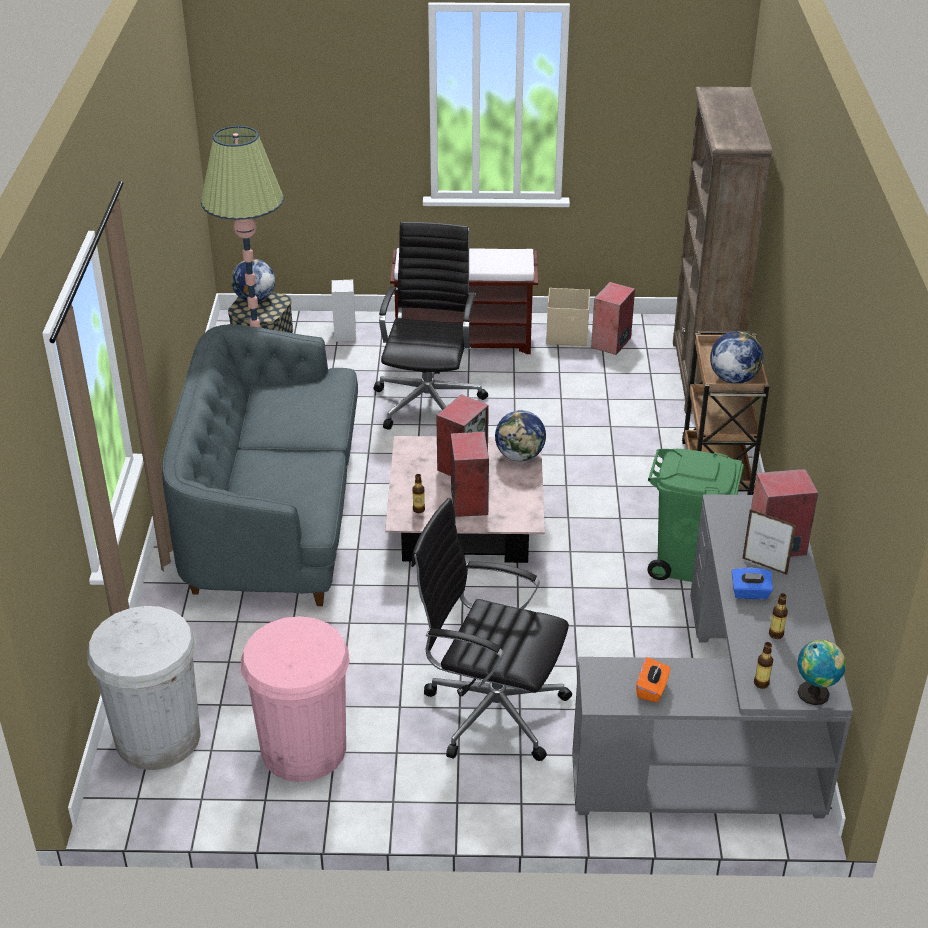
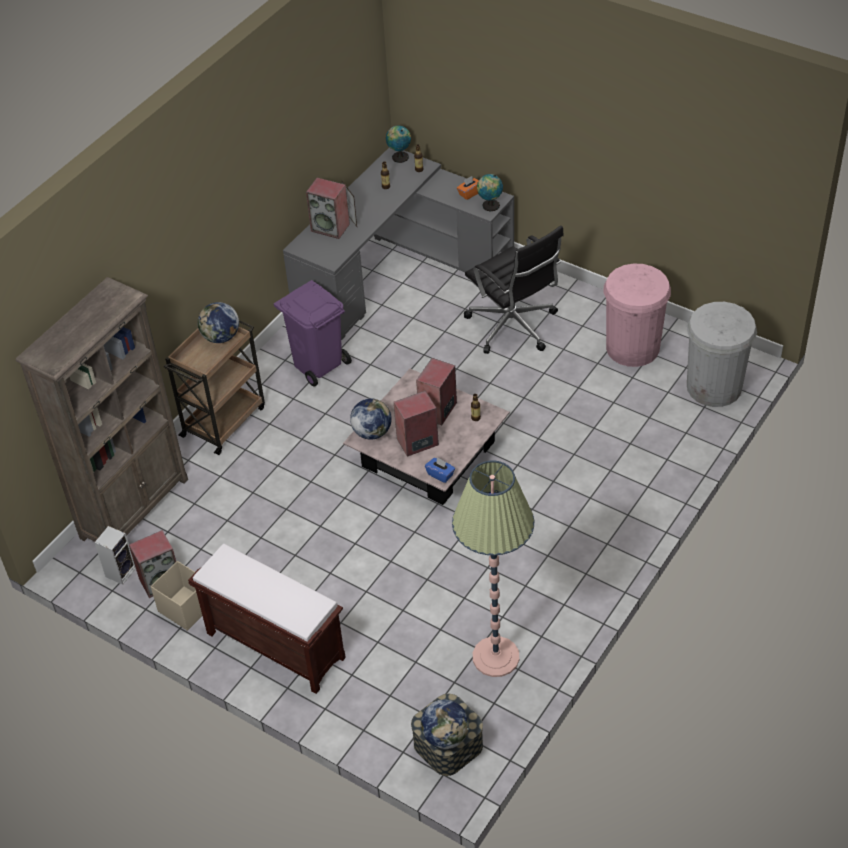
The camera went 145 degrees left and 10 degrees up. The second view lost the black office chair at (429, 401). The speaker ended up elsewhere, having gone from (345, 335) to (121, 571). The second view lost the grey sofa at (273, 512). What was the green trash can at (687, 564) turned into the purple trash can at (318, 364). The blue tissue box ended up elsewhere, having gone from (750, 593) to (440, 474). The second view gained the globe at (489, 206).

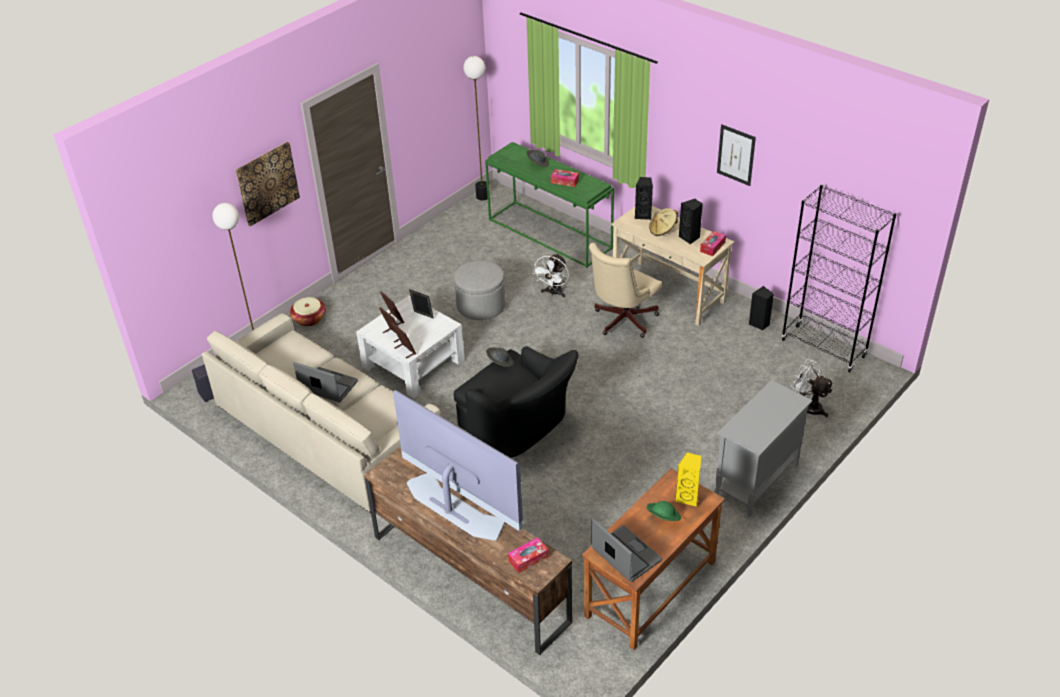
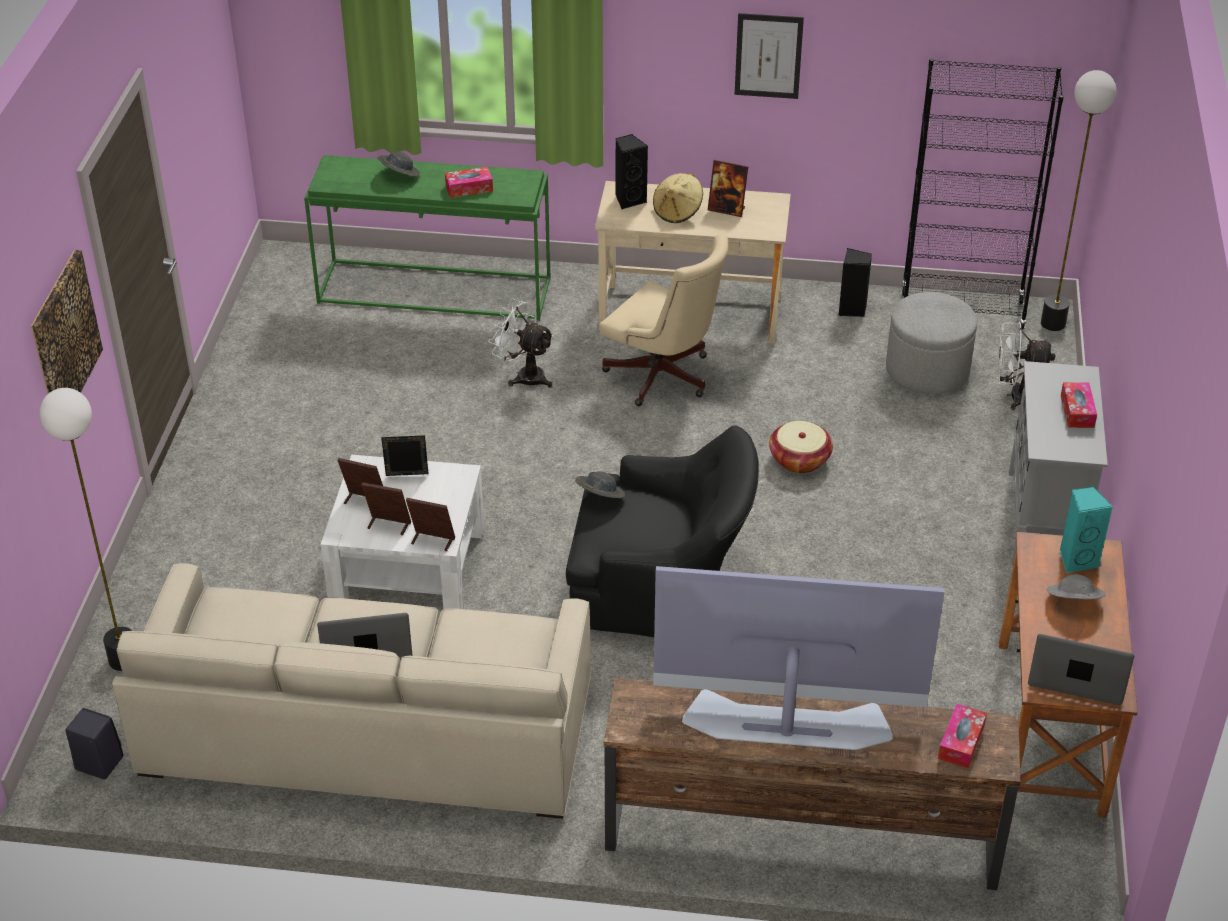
The camera went 35 degrees left and 0 degrees up. The floor lamp ended up elsewhere, having gone from (483, 196) to (1053, 323). Where the black speaker stood at (690, 238), the picture frame came to stand at (727, 209). The tissue box ended up elsewhere, having gone from (712, 247) to (1077, 411). The beige office chair at (622, 321) ended up facing another way, 60 degrees counterclockwise from before. The white fan at (553, 293) ended up facing another way, 135 degrees clockwise from before. The grey ottoman ended up elsewhere, having gone from (481, 306) to (927, 370). The basket ended up elsewhere, having gone from (309, 319) to (799, 459). What was the yellow speaker at (688, 497) turned into the turquoise speaker at (1077, 560). What was the green hat at (663, 517) turned into the grey hat at (1073, 601).

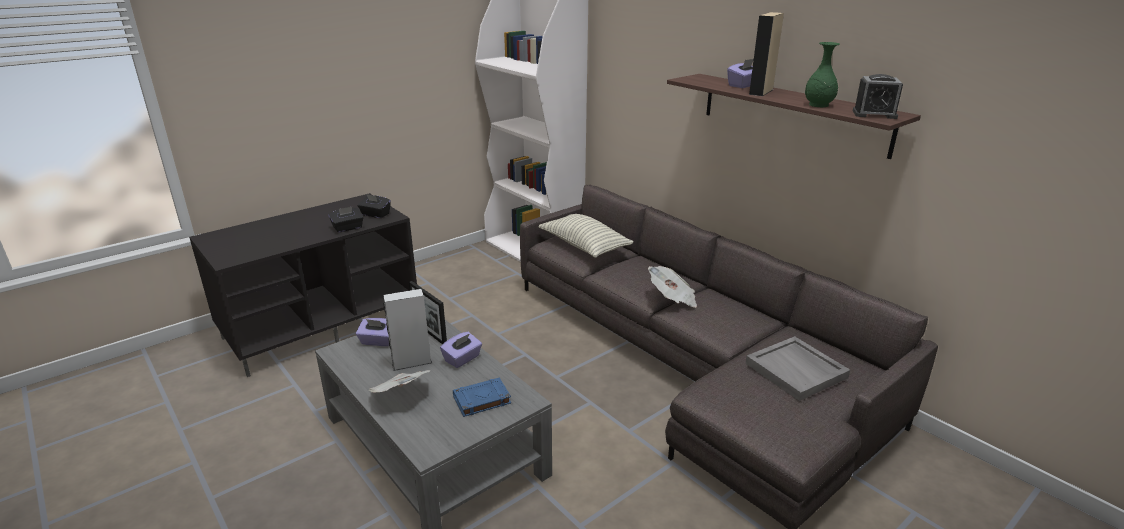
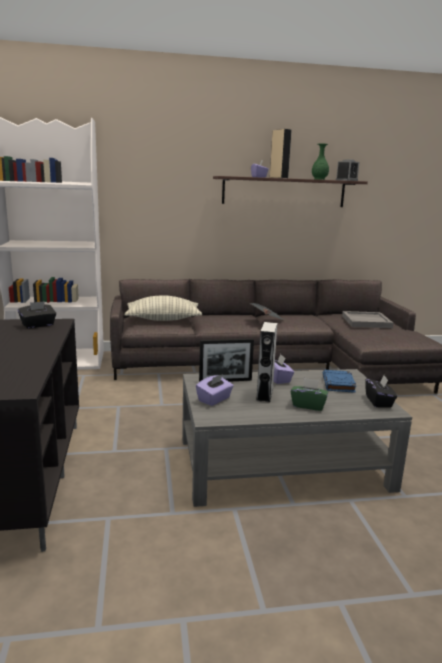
The camera went 60 degrees left and 10 degrees down. The black tissue box ended up elsewhere, having gone from (348, 228) to (379, 402). Where the newspaper stood at (401, 394), the green tissue box came to stand at (308, 405).

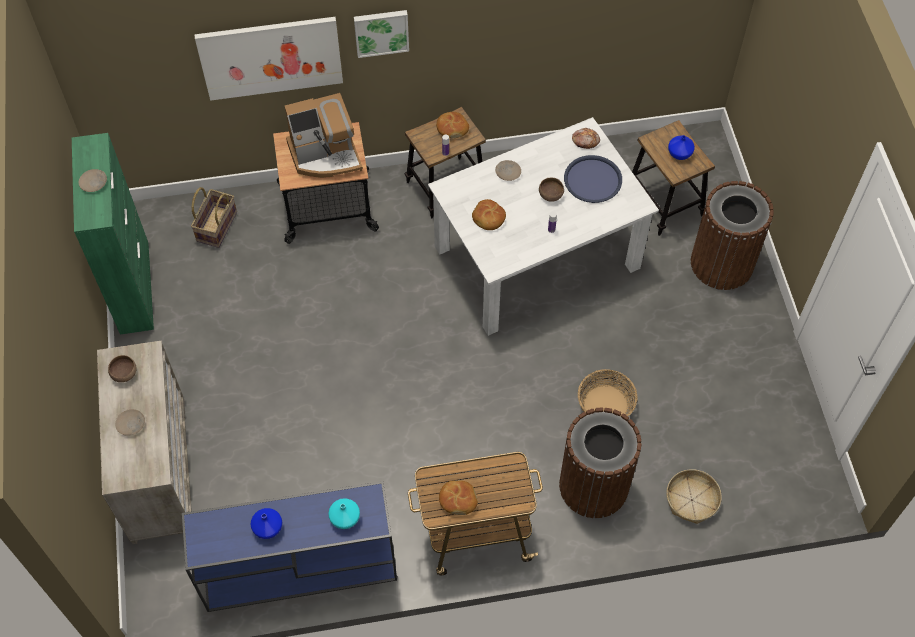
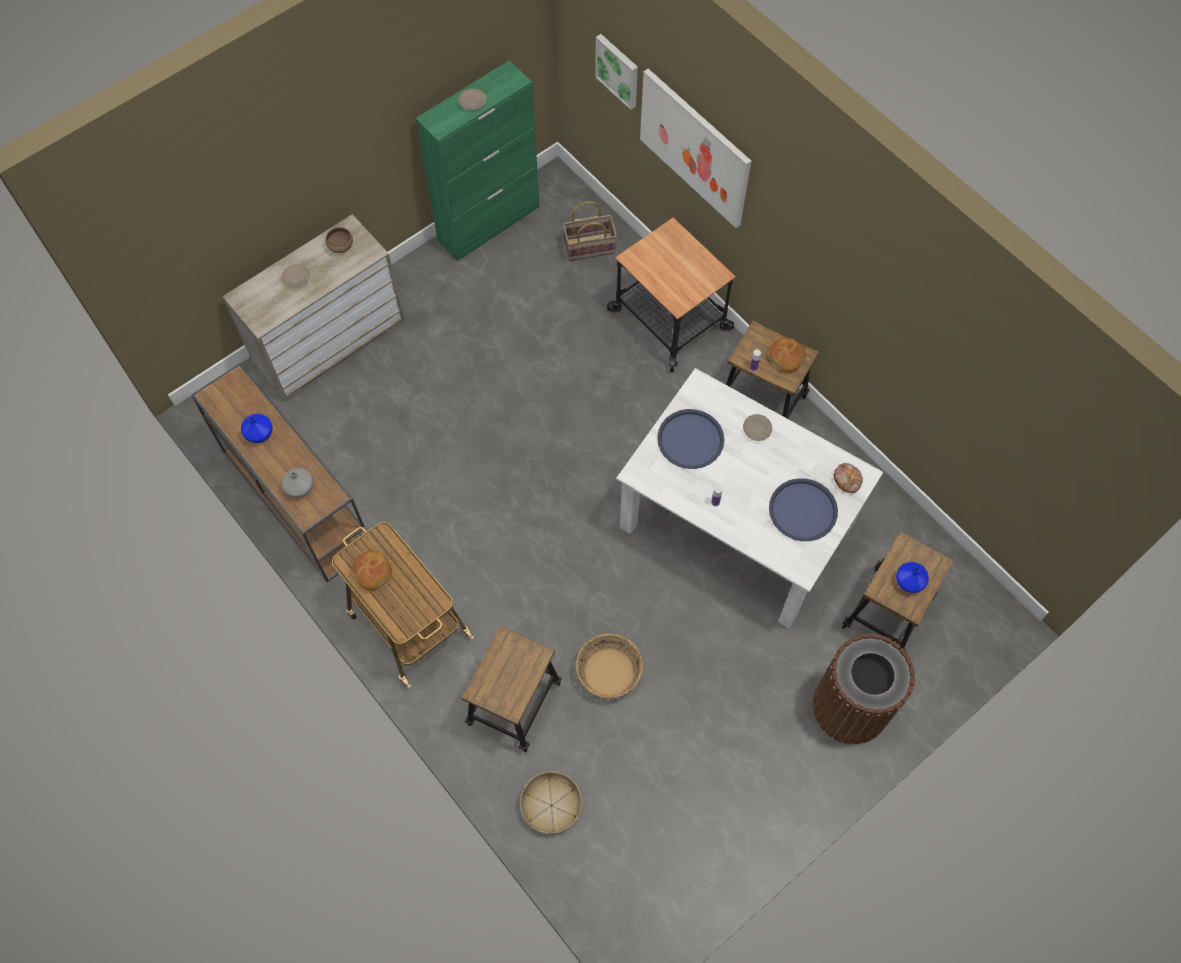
The camera went 60 degrees right and 5 degrees up. The picture ended up elsewhere, having gone from (381, 32) to (618, 70). The second view lost the coffee machine at (325, 155). The second view lost the brown bowl at (551, 195). Where the bread stood at (488, 218), the blue tray came to stand at (690, 440). Where the brown trash can stood at (593, 485), the stool came to stand at (514, 704). What was the blue console table at (297, 570) turned into the brown console table at (295, 498). What was the turquoise vase at (345, 518) turned into the grey vase at (300, 488).

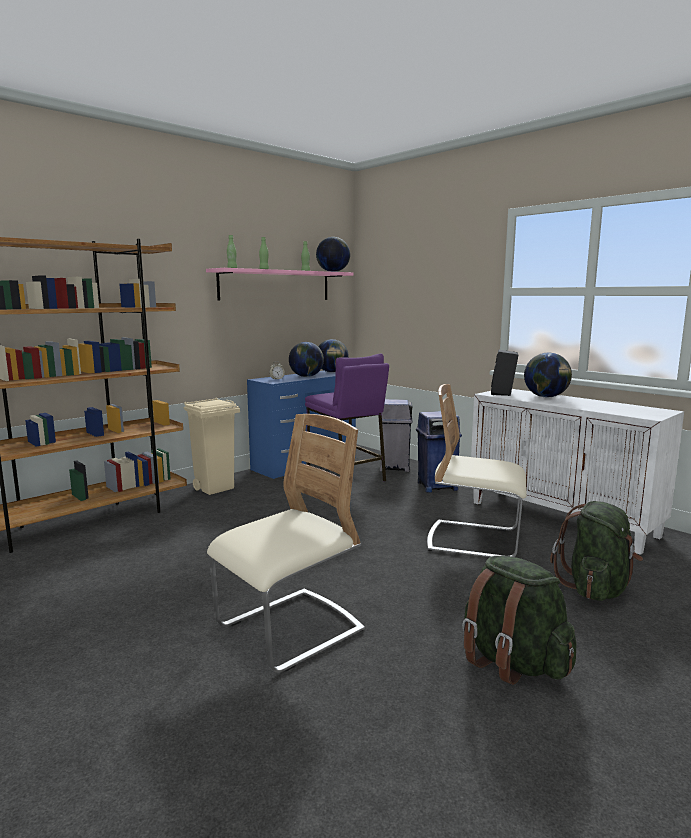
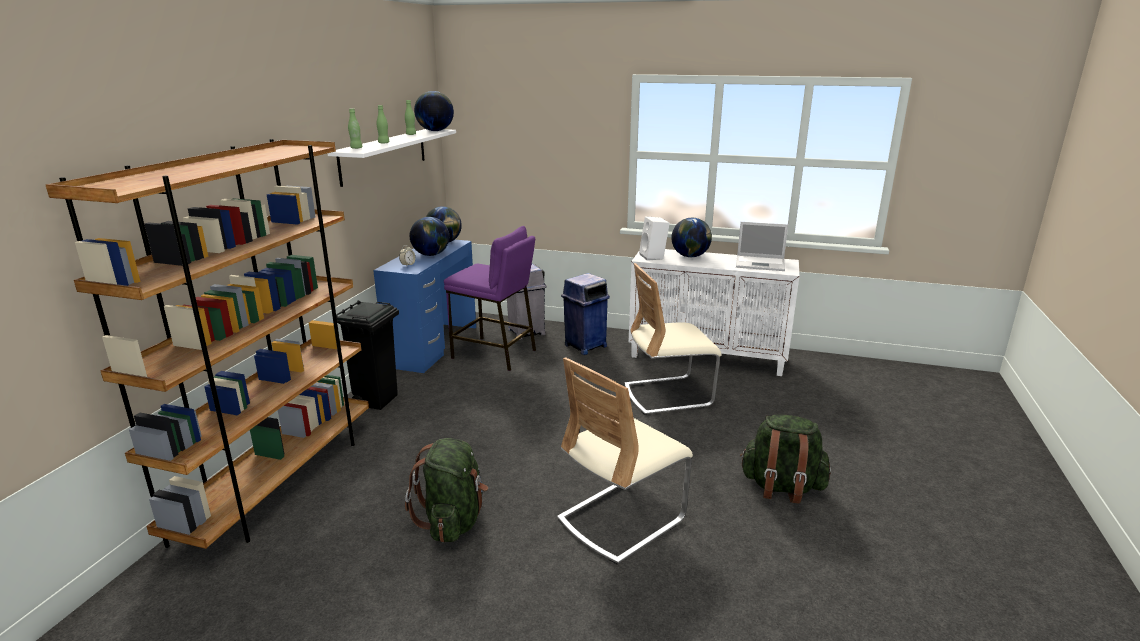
The camera went 30 degrees left and 10 degrees up. What was the pink shelf at (276, 285) turned into the white shelf at (384, 155). What was the black speaker at (503, 393) turned into the white speaker at (654, 257). What was the beige trash can at (215, 488) turned into the black trash can at (377, 400). The beige chair at (289, 630) ended up facing another way, 150 degrees counterclockwise from before. The green backpack ended up elsewhere, having gone from (595, 588) to (453, 521). The second view gained the laptop at (761, 264).

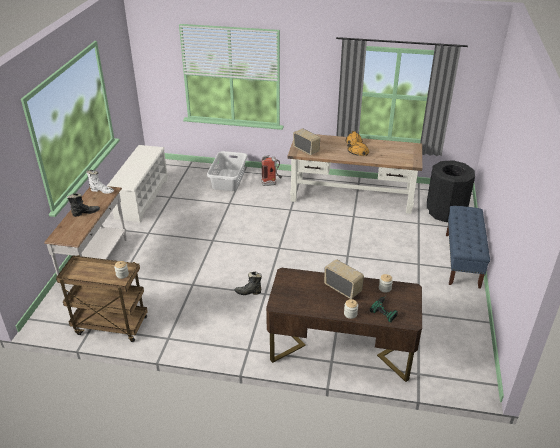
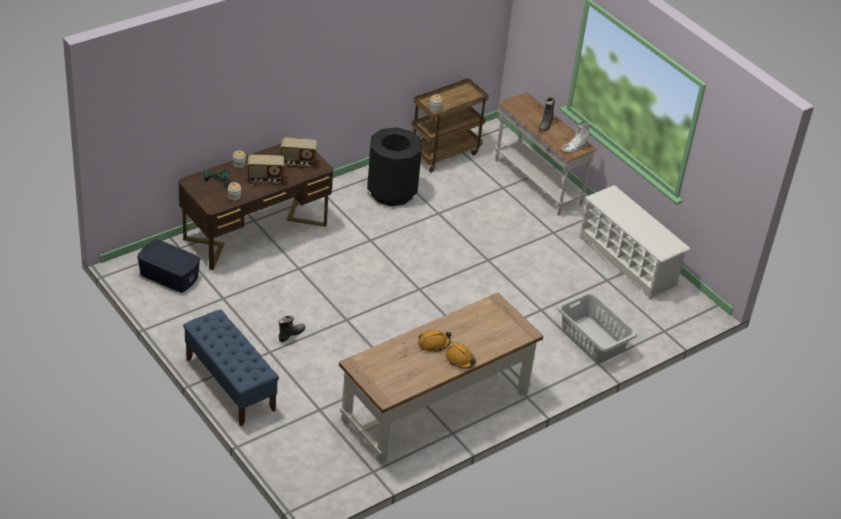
The camera went 130 degrees right and 5 degrees up. The radio ended up elsewhere, having gone from (306, 150) to (298, 162). The second view lost the fire extinguisher at (271, 184). The black trash can ended up elsewhere, having gone from (445, 212) to (392, 192). The black boot ended up elsewhere, having gone from (248, 292) to (290, 334). The second view gained the blue storage box at (169, 275).

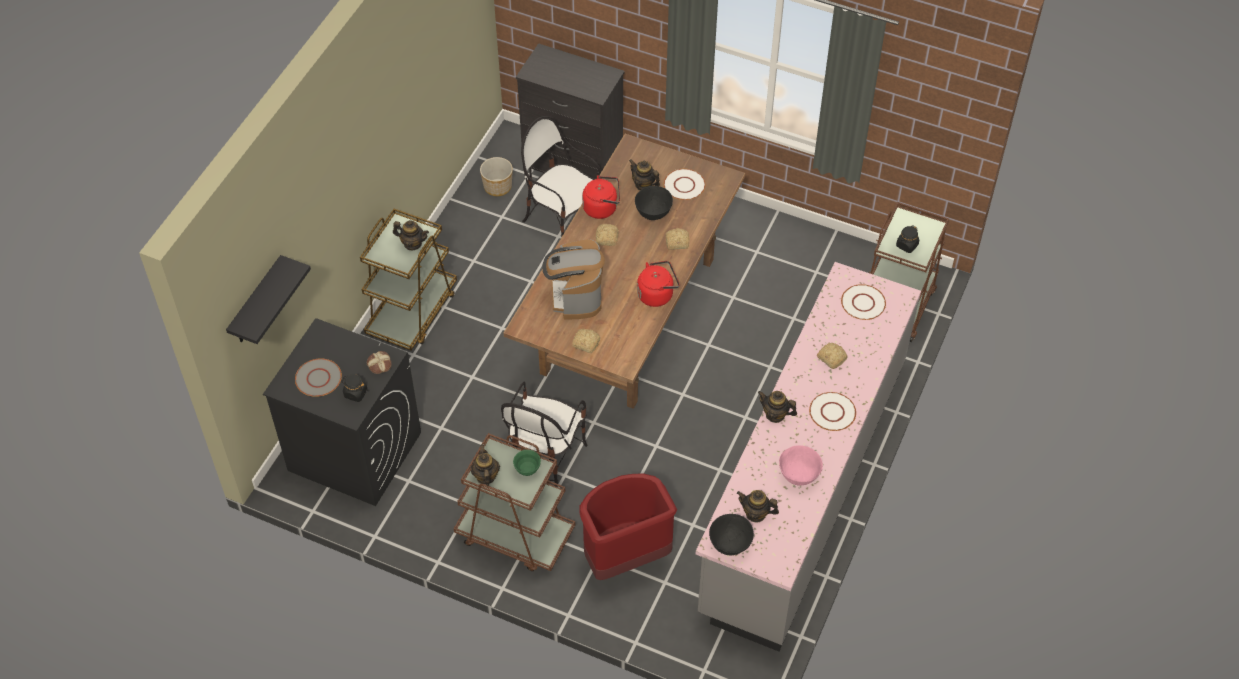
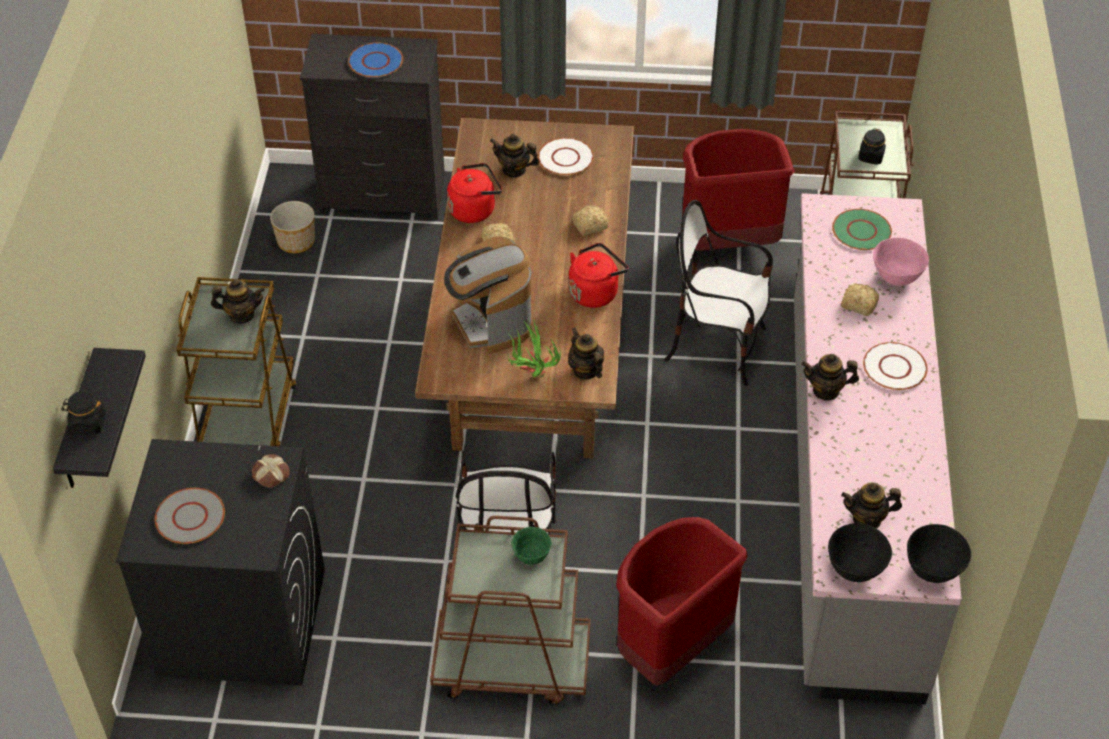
The camera went 20 degrees left and 5 degrees down. The chair ended up elsewhere, having gone from (562, 222) to (716, 347). The black bowl ended up elsewhere, having gone from (653, 213) to (932, 570). What was the white plate at (863, 303) turned into the green plate at (862, 231). Where the bread stood at (585, 343), the potted plant came to stand at (531, 375). The black jar ended up elsewhere, having gone from (355, 393) to (88, 424). The teapot ended up elsewhere, having gone from (485, 476) to (585, 370). The pink bowl ended up elsewhere, having gone from (799, 475) to (896, 277). The second view gained the blue plate at (375, 61). The second view gained the red trash can at (727, 242).

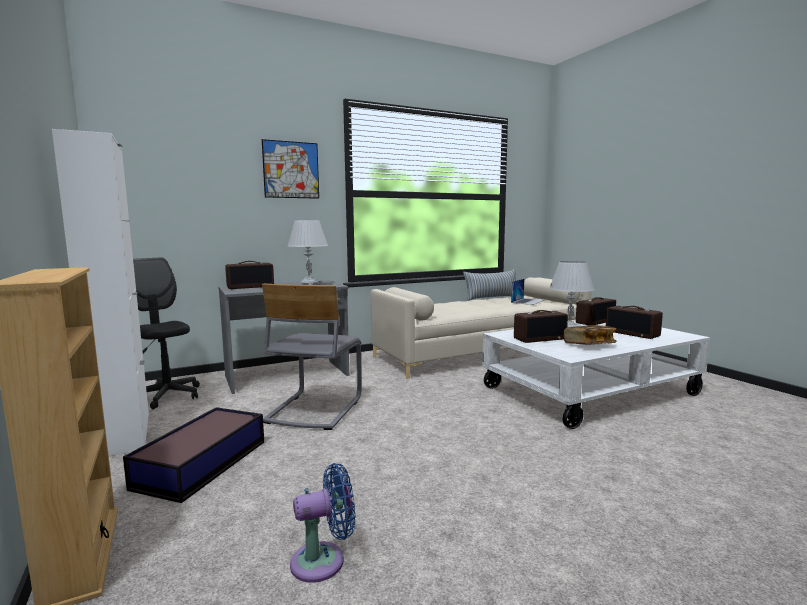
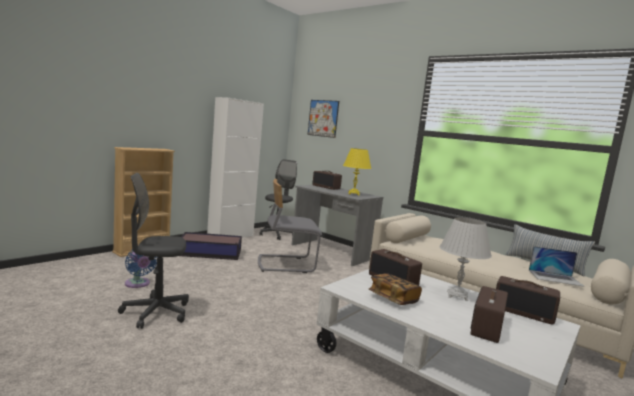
The camera went 65 degrees right and 0 degrees up. The picture ended up elsewhere, having gone from (291, 170) to (323, 118). What was the white table lamp at (309, 284) turned into the yellow table lamp at (353, 194). The second view gained the grey office chair at (156, 313).

